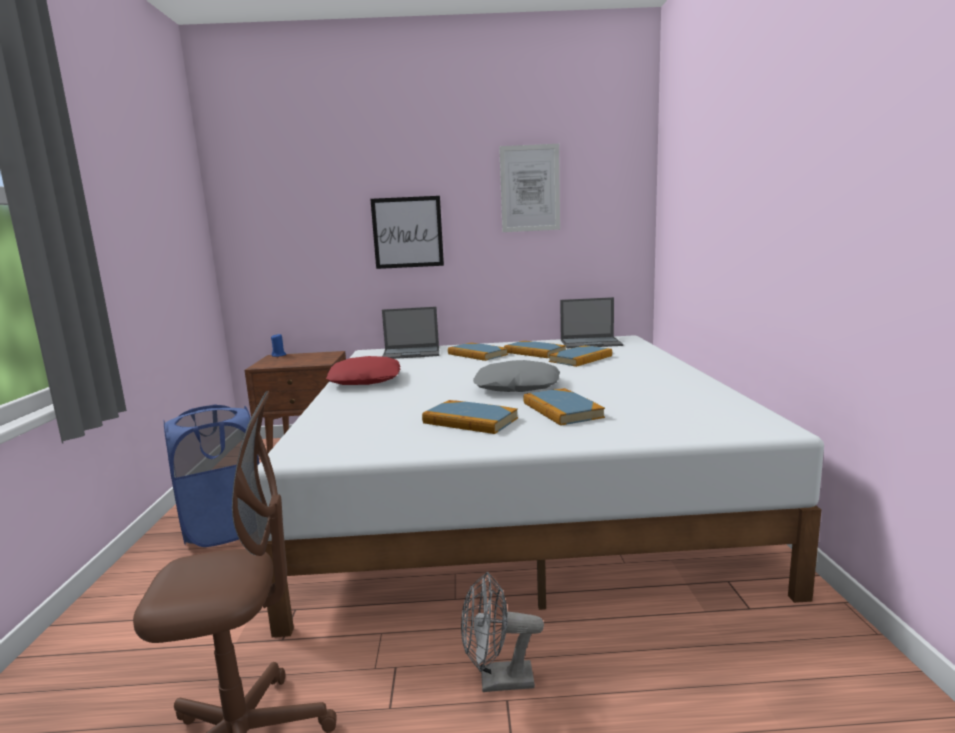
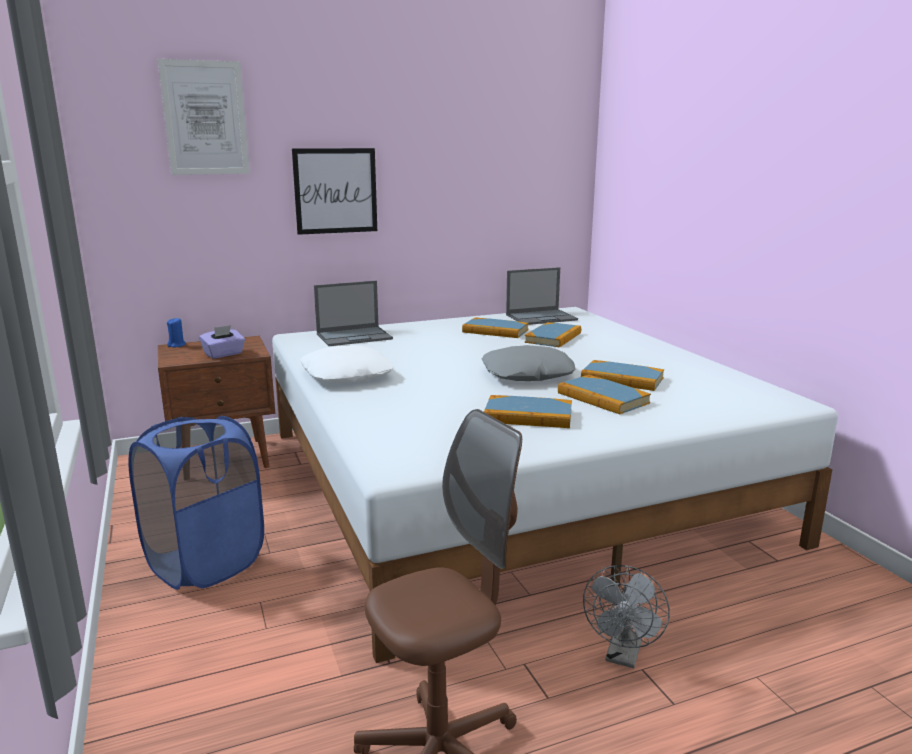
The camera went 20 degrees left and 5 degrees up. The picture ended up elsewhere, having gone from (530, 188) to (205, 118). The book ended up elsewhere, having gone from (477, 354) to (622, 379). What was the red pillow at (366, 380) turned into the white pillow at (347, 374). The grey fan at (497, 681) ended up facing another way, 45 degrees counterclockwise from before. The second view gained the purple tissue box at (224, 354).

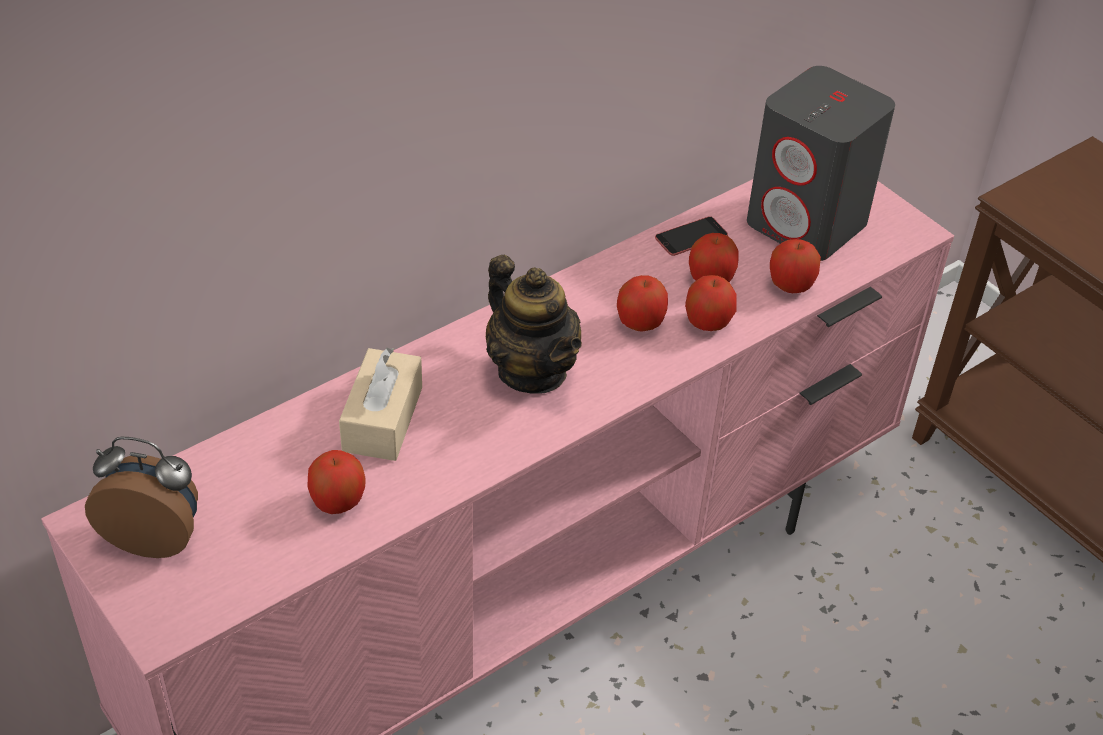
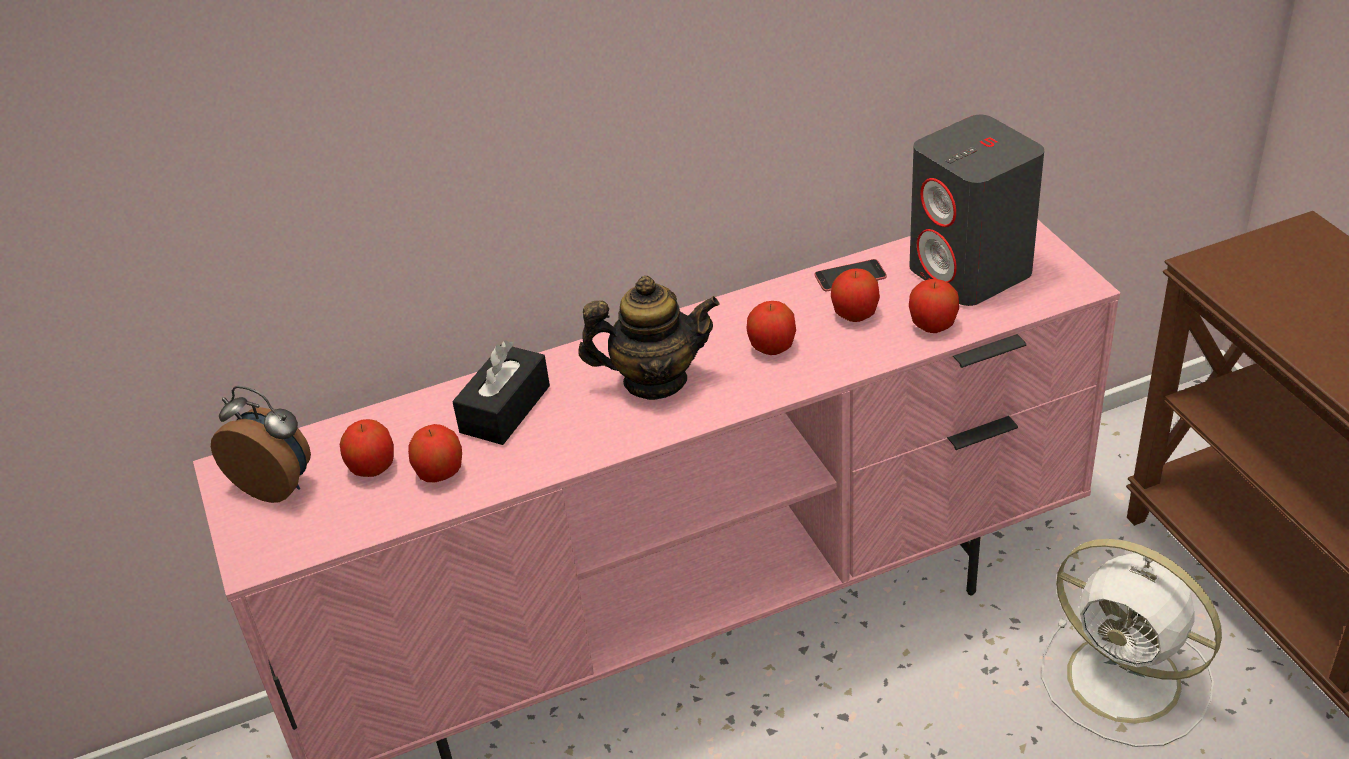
The camera went 20 degrees right and 5 degrees down. The teapot at (532, 371) ended up facing another way, 75 degrees counterclockwise from before. The apple ended up elsewhere, having gone from (708, 322) to (373, 468). What was the beige tissue box at (382, 419) turned into the black tissue box at (505, 409). The second view gained the white fan at (1128, 681).

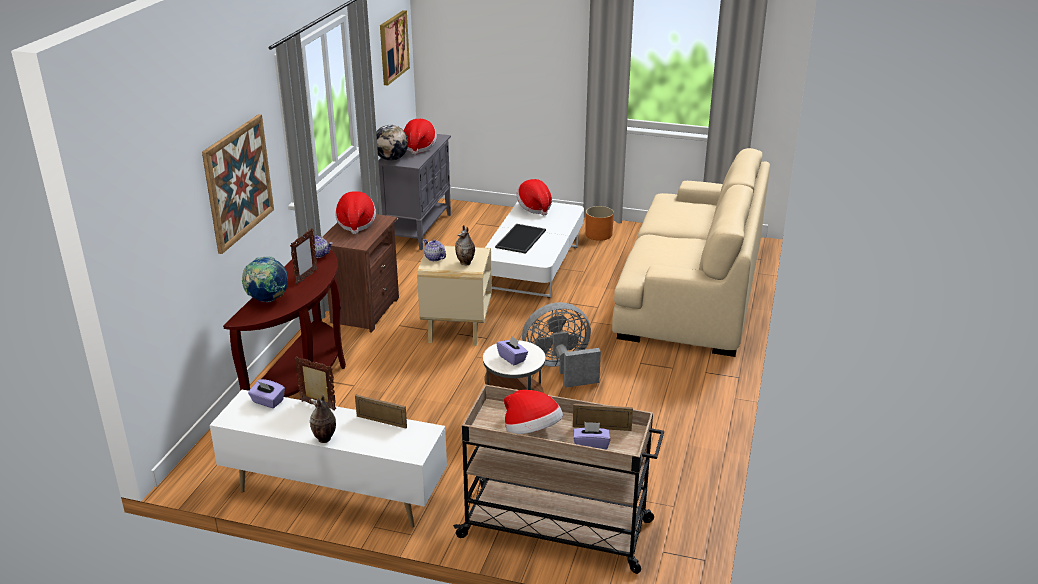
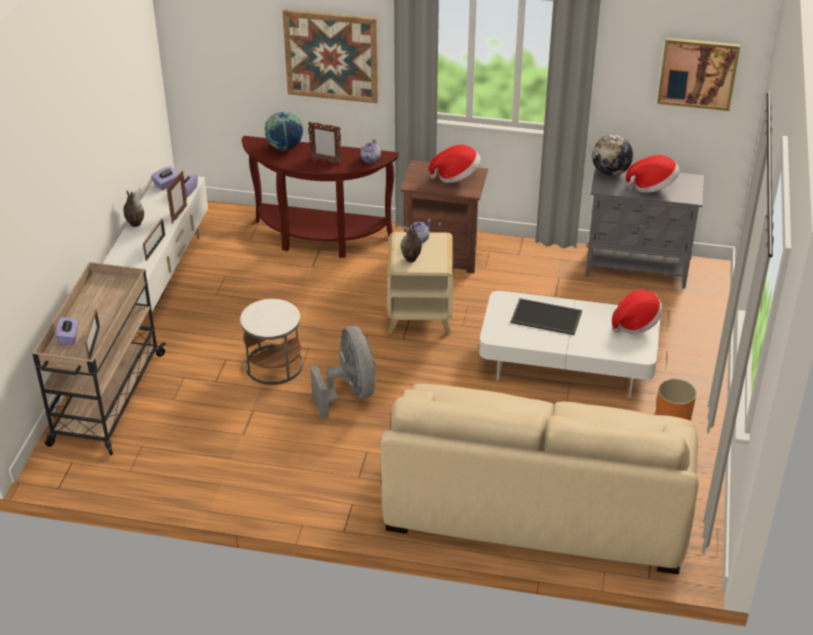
The camera went 85 degrees right and 10 degrees up. The purple tissue box ended up elsewhere, having gone from (512, 358) to (167, 185). The second view lost the hat at (532, 431).

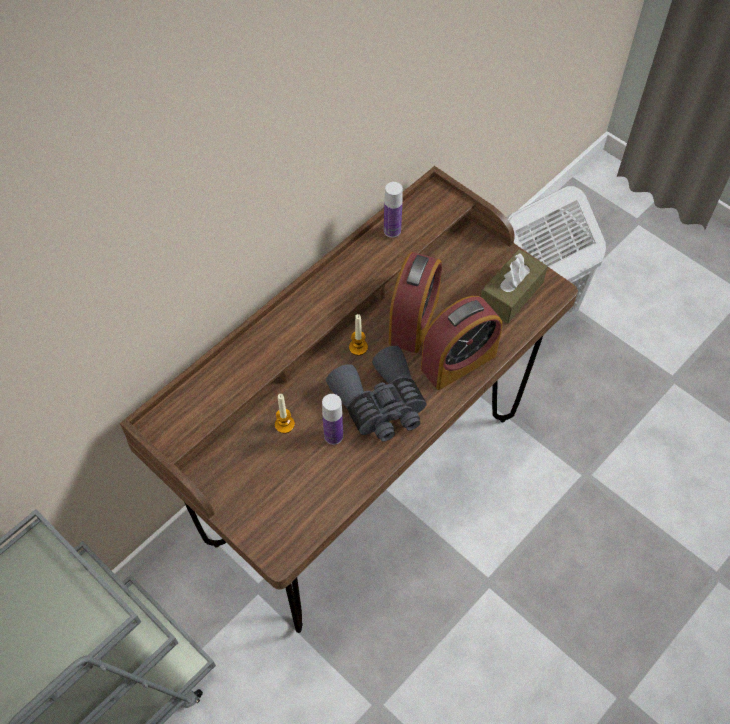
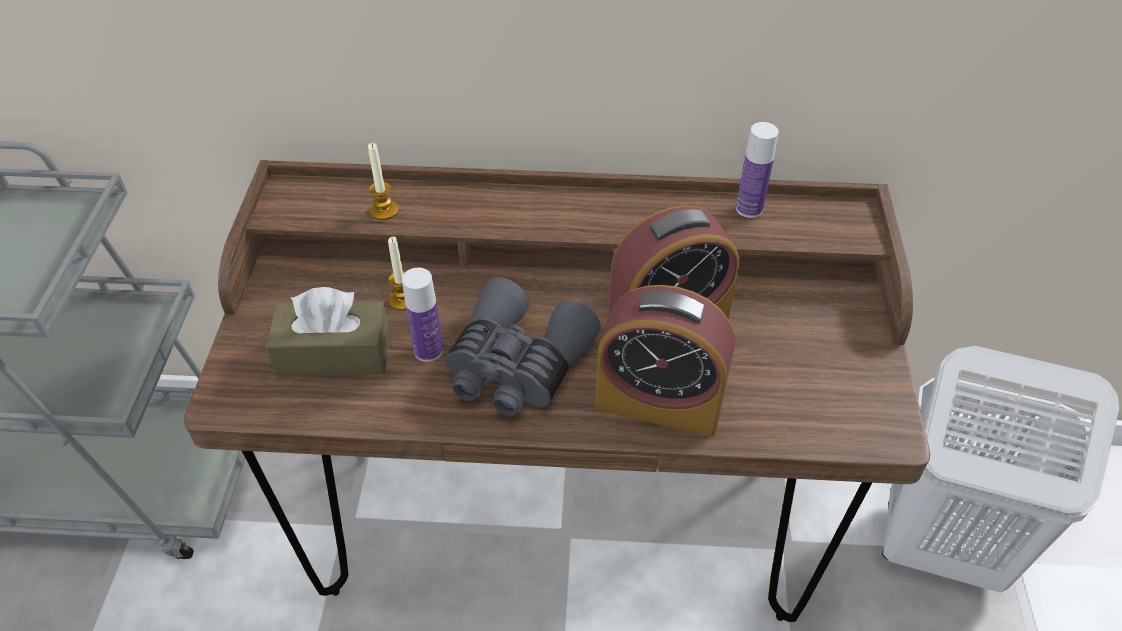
The camera went 50 degrees right and 10 degrees down. The brown tissue box ended up elsewhere, having gone from (511, 294) to (334, 354). The candle ended up elsewhere, having gone from (358, 347) to (384, 210).

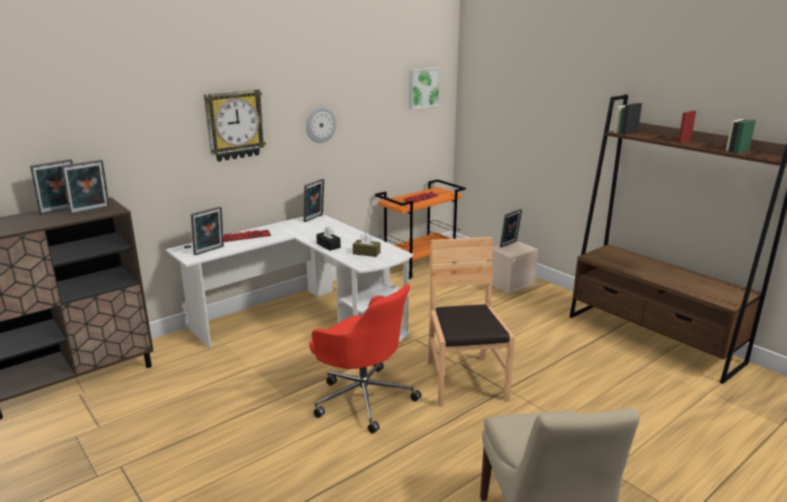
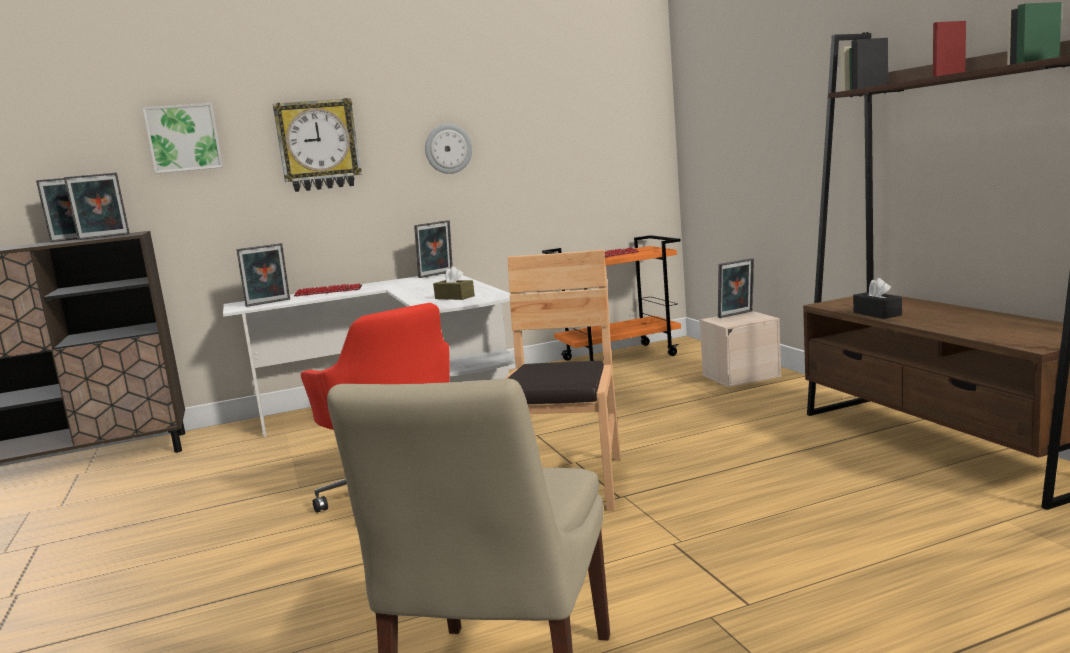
The camera went 20 degrees right and 10 degrees down. The picture ended up elsewhere, having gone from (423, 88) to (183, 138). The black tissue box ended up elsewhere, having gone from (328, 245) to (877, 314).

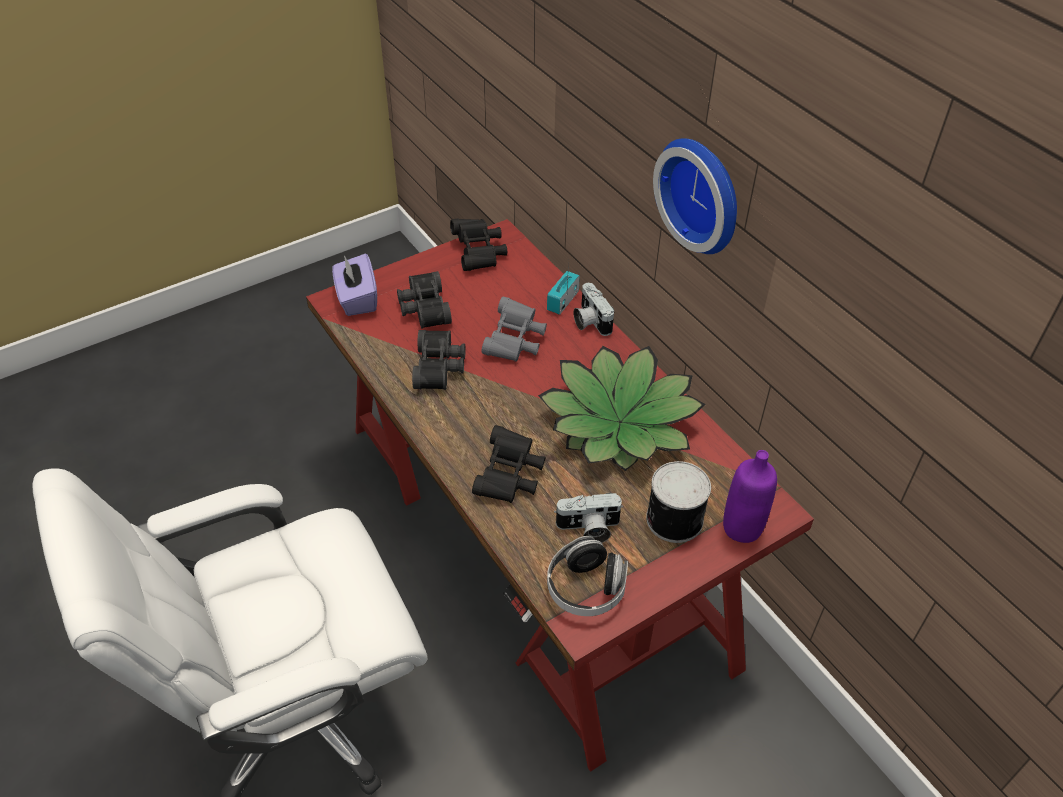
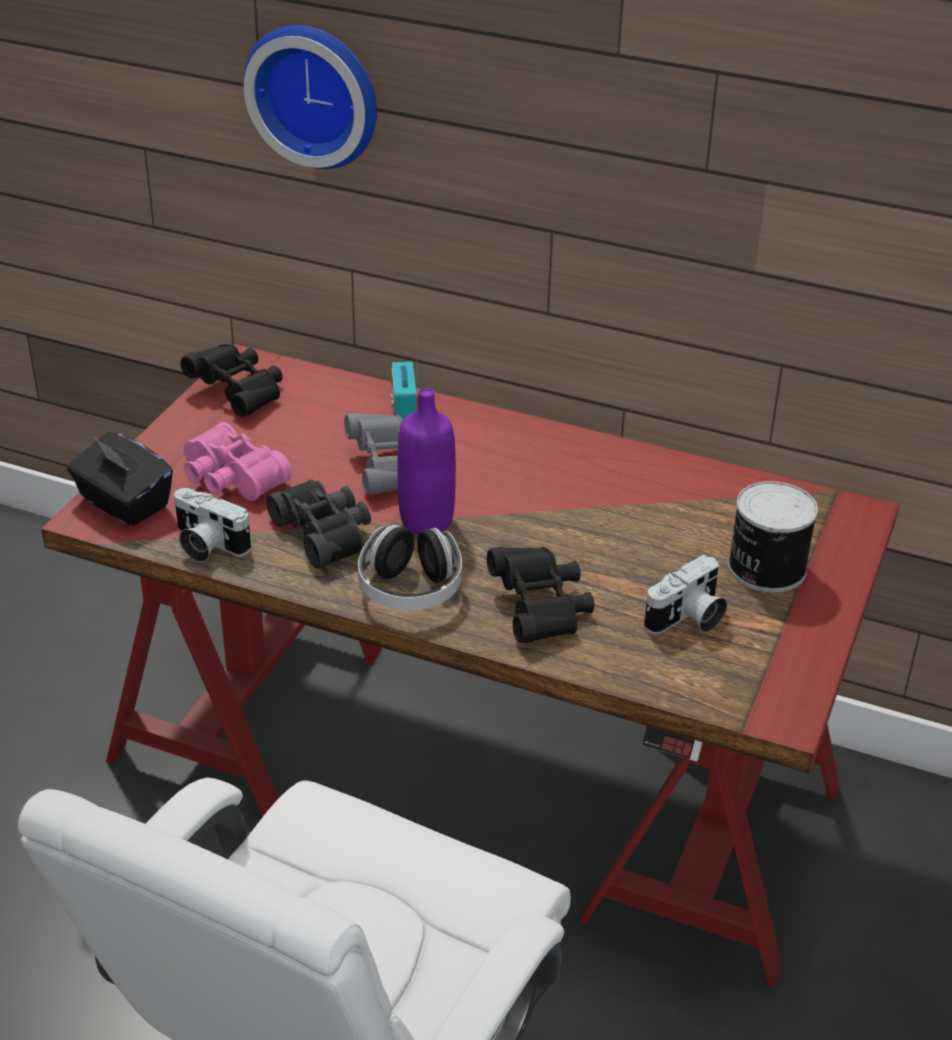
The camera went 35 degrees left and 10 degrees down. The wall clock ended up elsewhere, having gone from (703, 193) to (316, 93). What was the purple tissue box at (357, 299) turned into the black tissue box at (123, 503). What was the black binoculars at (423, 308) turned into the pink binoculars at (229, 479). The photo camera ended up elsewhere, having gone from (589, 321) to (206, 545). The second view lost the potted plant at (620, 422). The purple bottle ended up elsewhere, having gone from (742, 528) to (426, 520). The headphones ended up elsewhere, having gone from (586, 589) to (410, 590).

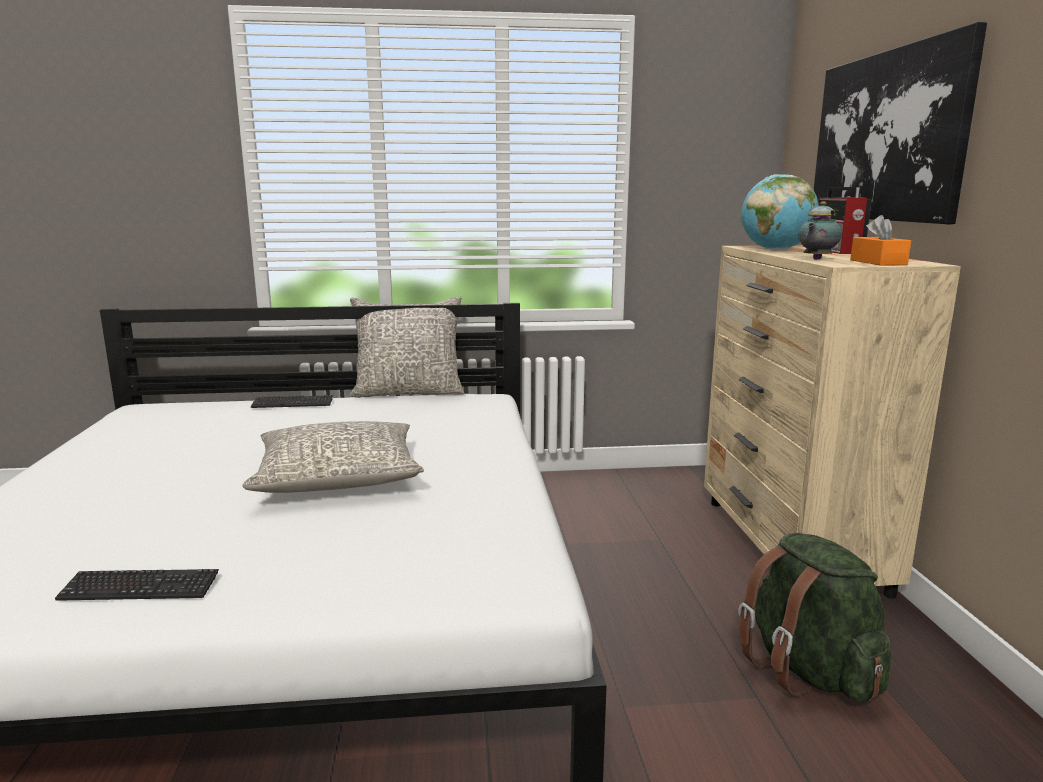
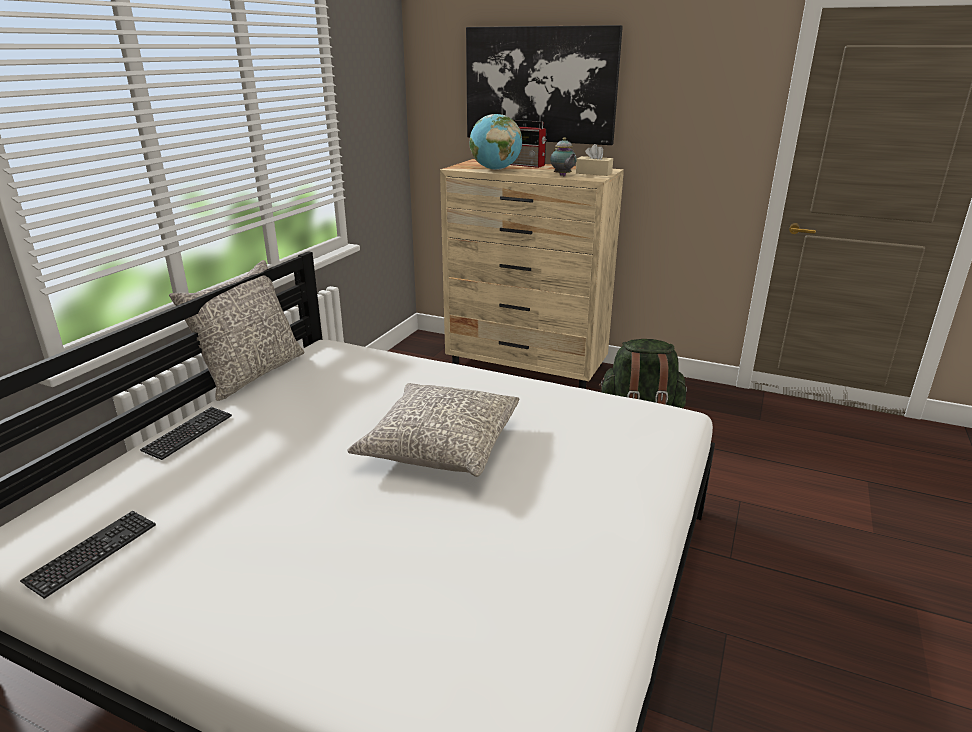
The camera went 60 degrees left and 10 degrees up. What was the orange tissue box at (878, 262) turned into the beige tissue box at (593, 173). The keyboard ended up elsewhere, having gone from (140, 588) to (93, 554).

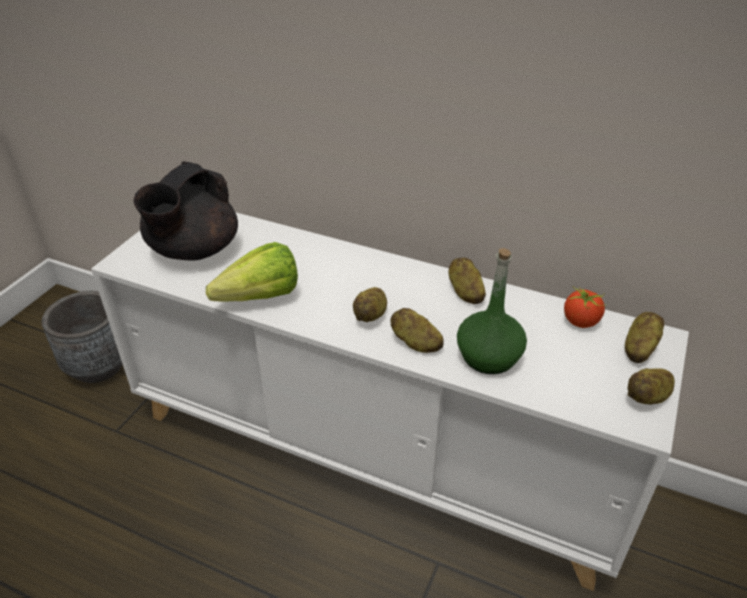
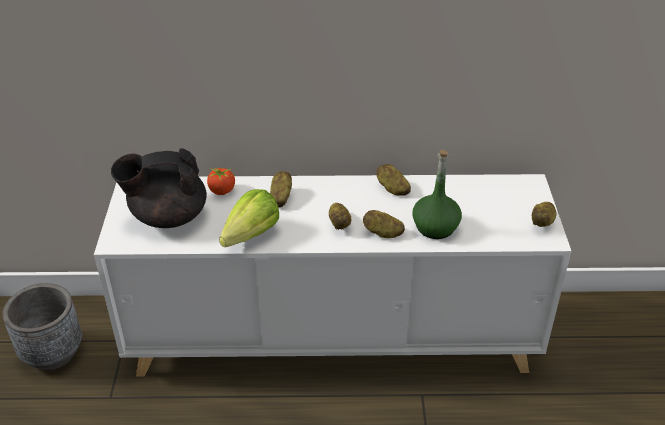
The camera went 25 degrees left and 0 degrees up. The black teapot at (193, 251) ended up facing another way, 75 degrees clockwise from before. The tomato ended up elsewhere, having gone from (581, 321) to (222, 191). The potato ended up elsewhere, having gone from (639, 348) to (280, 197).

